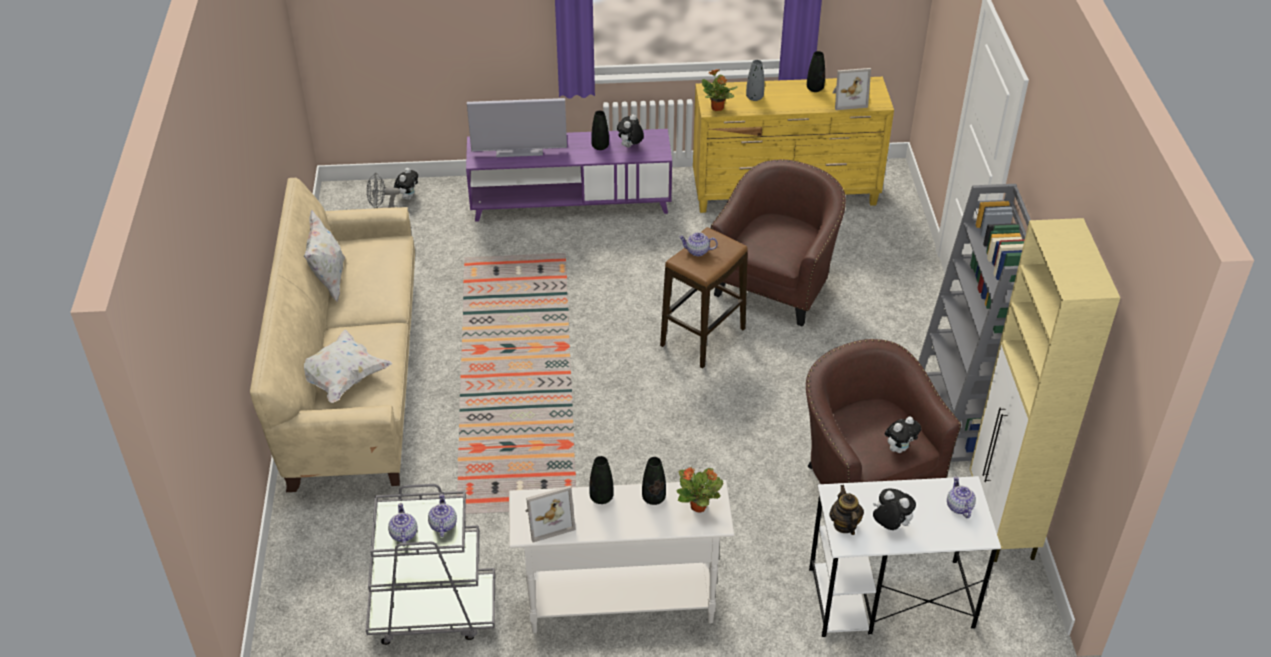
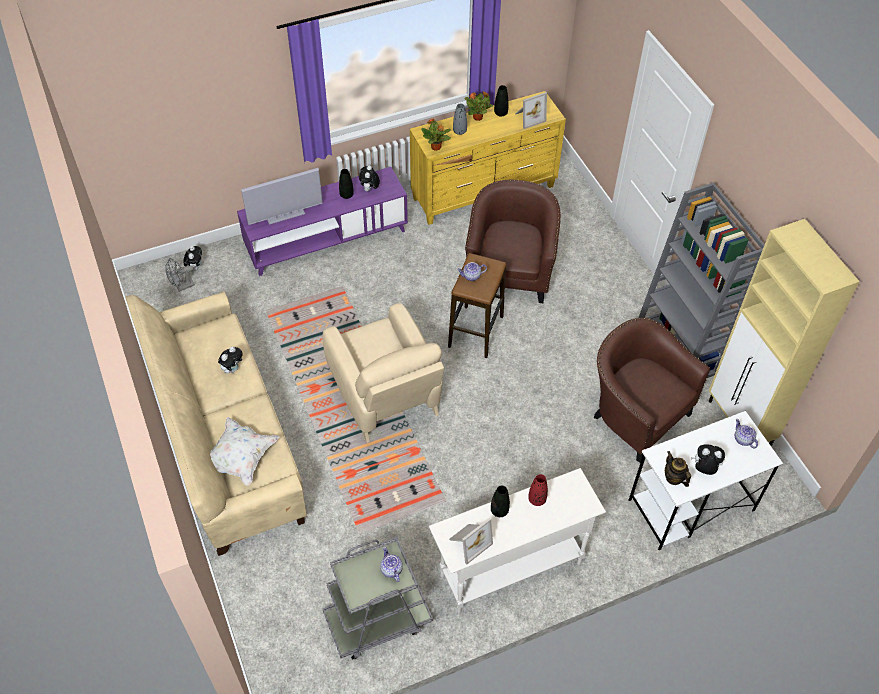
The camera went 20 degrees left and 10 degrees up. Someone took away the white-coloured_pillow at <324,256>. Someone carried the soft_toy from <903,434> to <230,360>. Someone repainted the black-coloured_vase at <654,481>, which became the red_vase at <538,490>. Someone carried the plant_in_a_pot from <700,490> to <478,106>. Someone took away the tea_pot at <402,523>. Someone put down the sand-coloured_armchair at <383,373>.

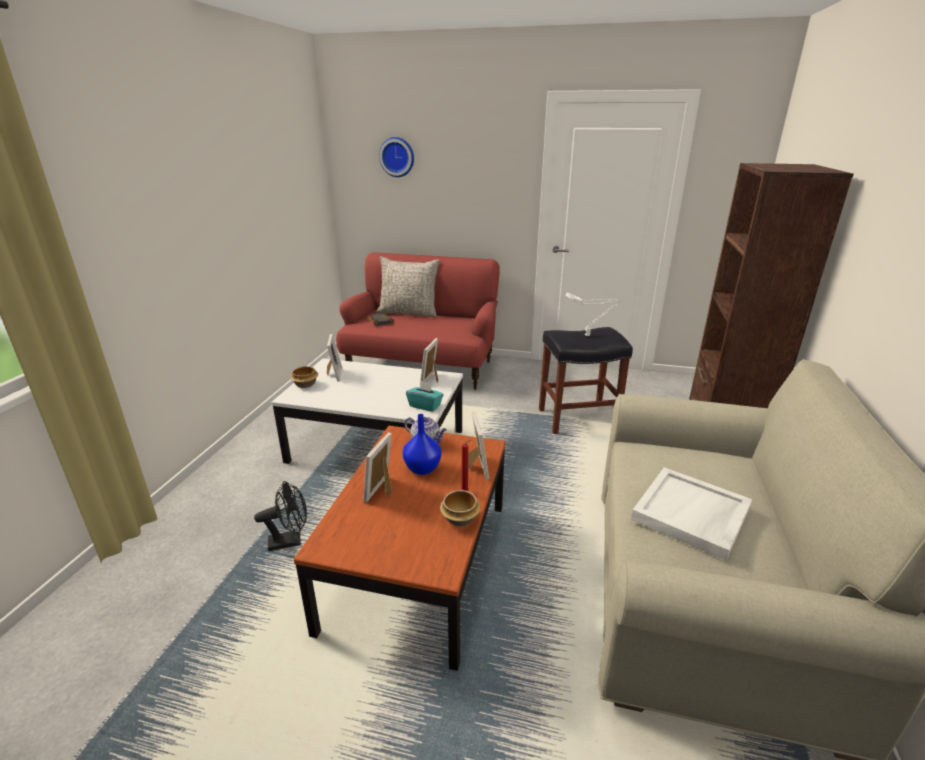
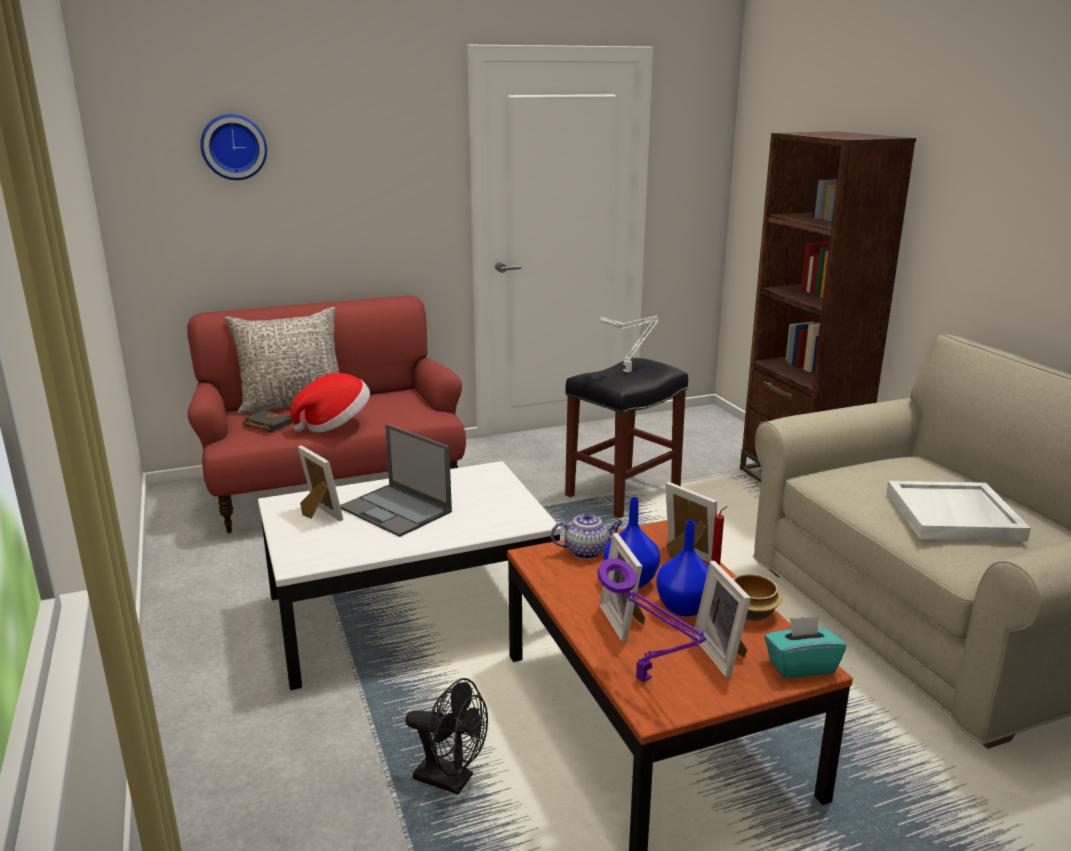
The camera went 35 degrees left and 5 degrees down. Someone carried the standing_frame from <429,360> to <722,619>. Someone took away the bowl at <304,377>. Someone carried the turquoise_box_of_tissues from <424,396> to <805,647>. Someone rotated the black-coloured_fan at <280,516> by 75 degrees clockwise. Someone put down the hat at <330,403>. Someone put down the portable_computer at <396,480>. Someone put down the bluish_vase at <682,568>. Someone put down the purple_lamp_for_a_table at <651,620>.

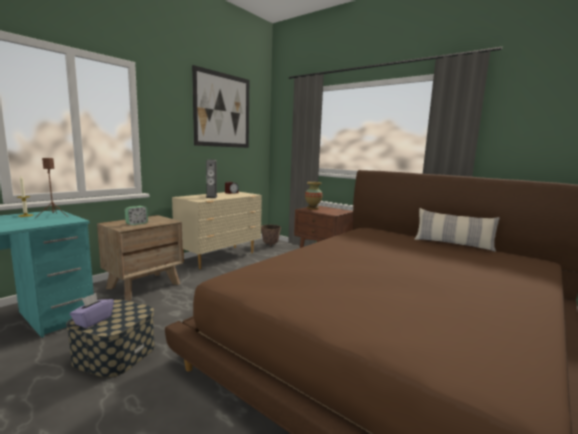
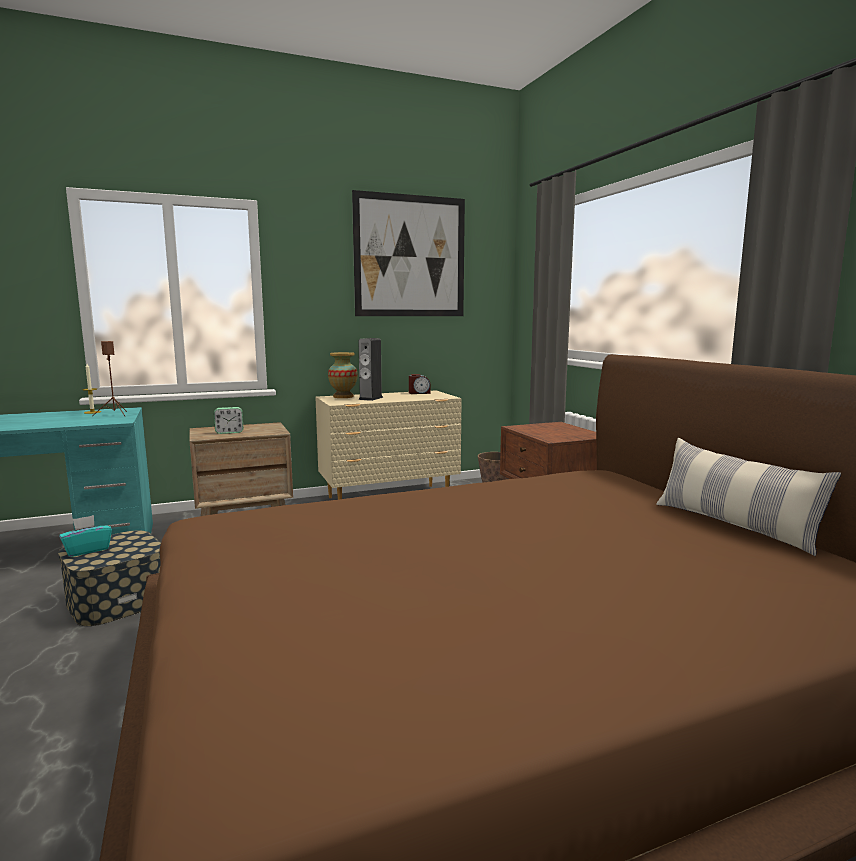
The camera went 30 degrees right and 0 degrees up. Someone carried the vase from <313,196> to <343,375>. Someone repainted the purple_box_of_tissues at <92,310>, which became the turquoise_box_of_tissues at <85,536>.

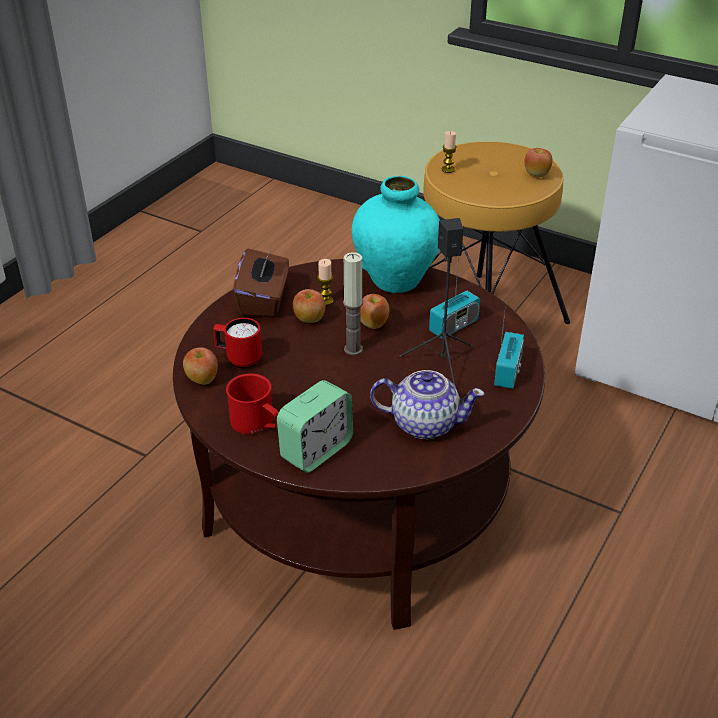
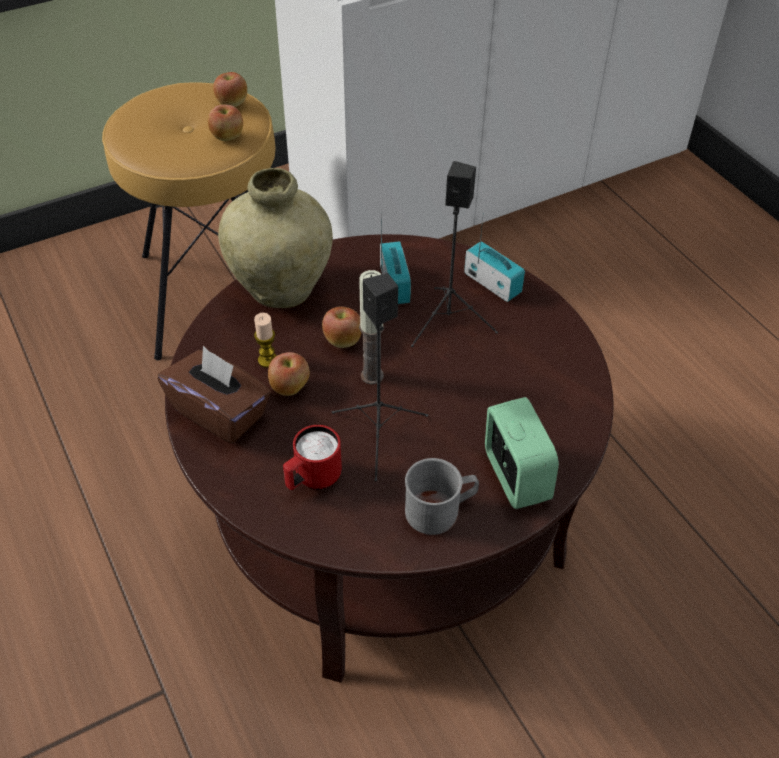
The camera went 60 degrees left and 10 degrees up. Someone took away the wax_candle at <449,152>. Someone repainted the turquoise_vase at <396,234>, which became the sand-coloured_vase at <275,238>. Someone carried the apple from <200,366> to <225,123>. Someone took away the tea_pot at <427,404>. Someone repainted the red_coffee_mug at <252,404>, which became the grey_coffee_mug at <442,496>. Someone put down the black-coloured_speaker at <380,377>.

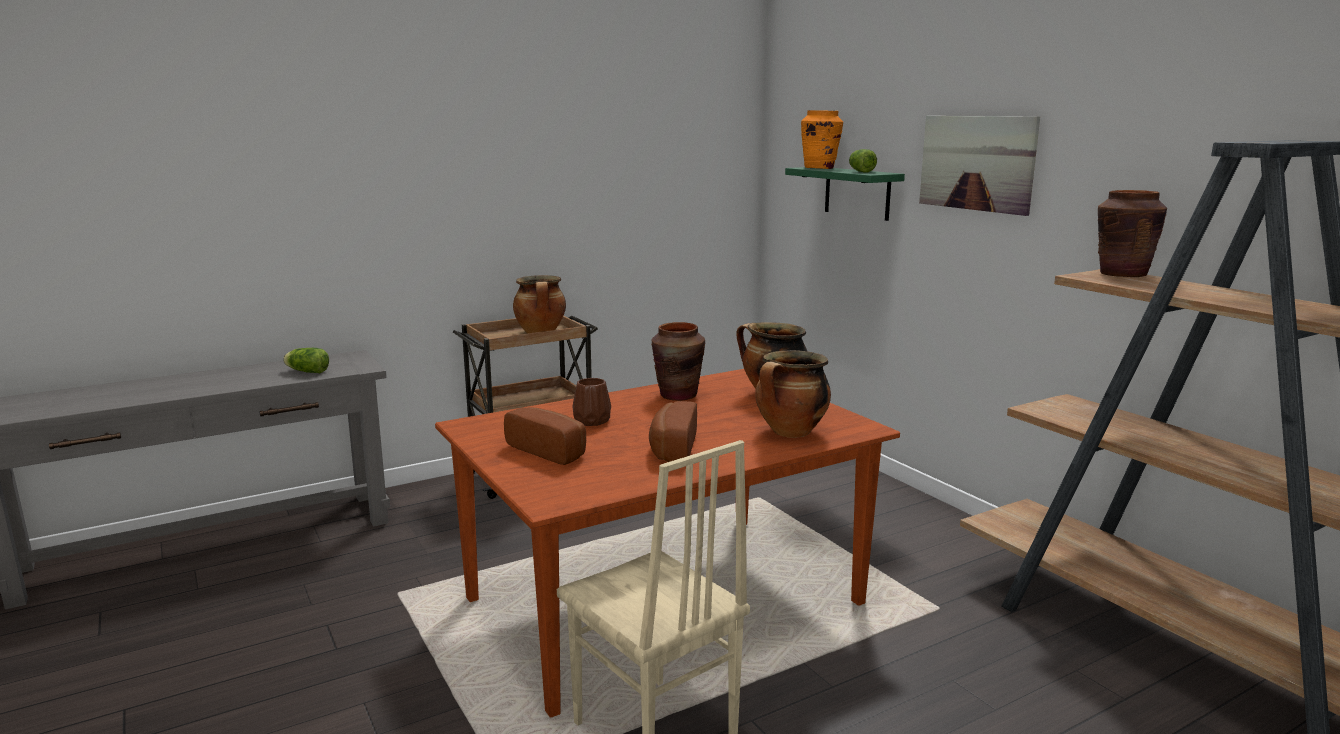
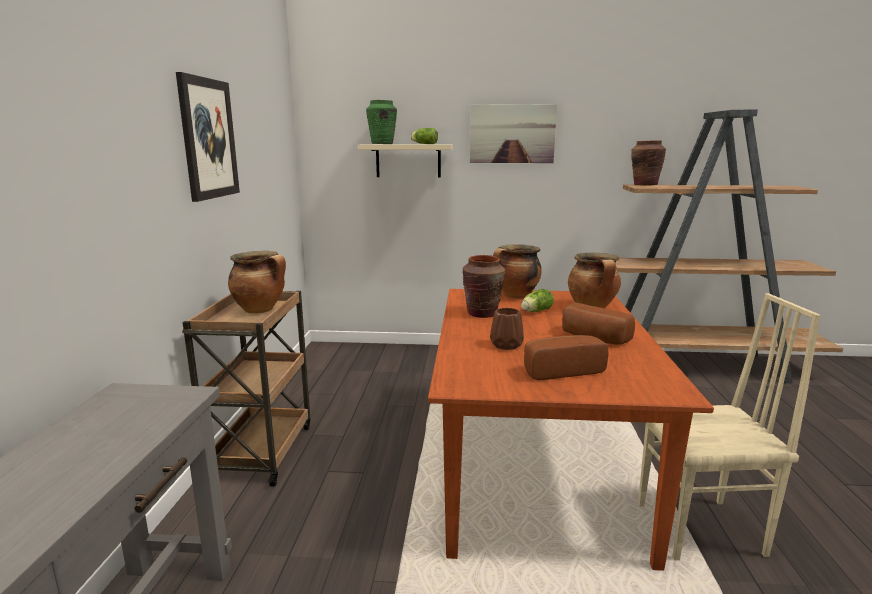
The camera went 55 degrees left and 0 degrees up. Someone repainted the orangey_vase at <822,139>, which became the green_vase at <381,122>. Someone repainted the green_wall_shelf at <845,194>, which became the sand-coloured_wall_shelf at <405,160>. Someone carried the lettuce from <306,360> to <537,300>. Someone put up the wall_picture at <208,137>.

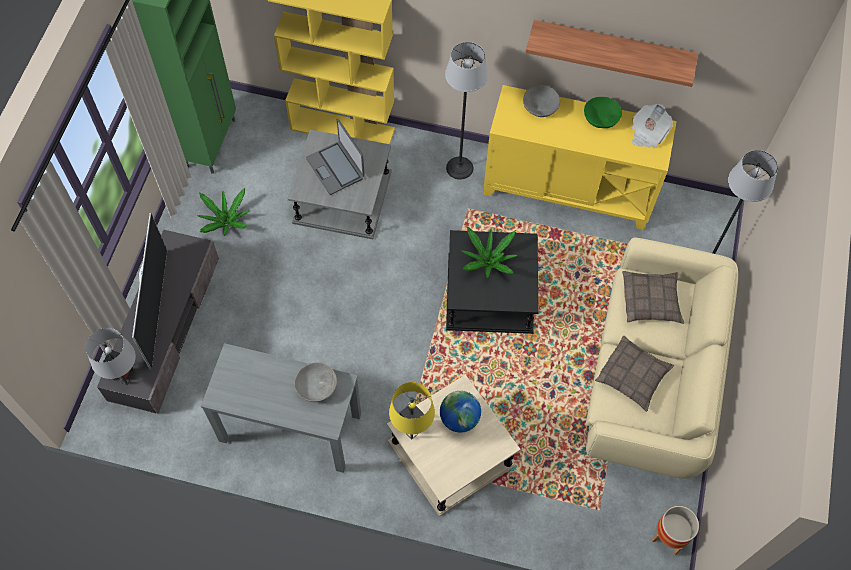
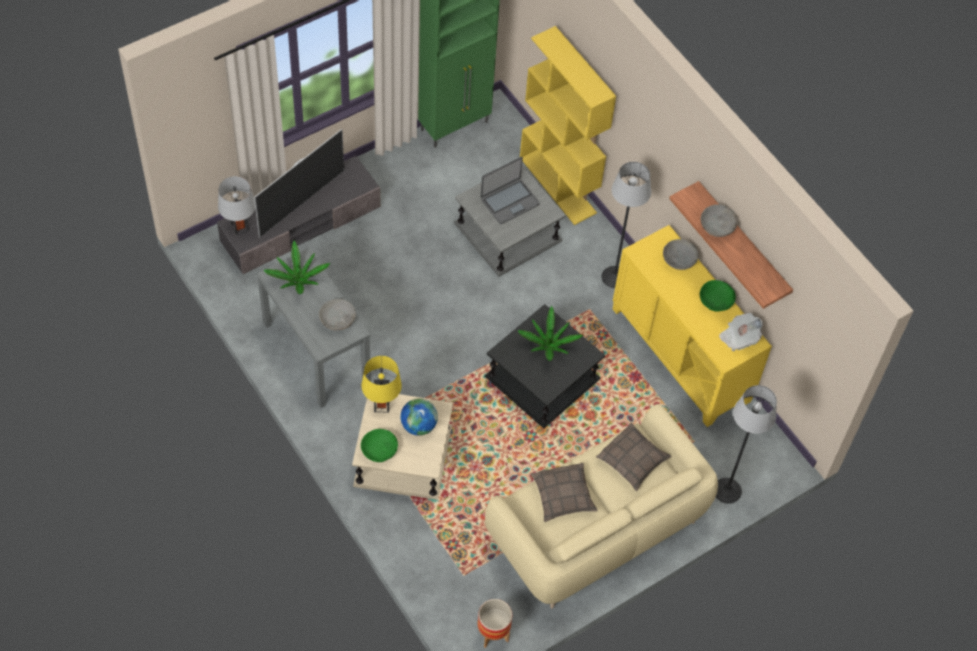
The camera went 40 degrees right and 5 degrees down. Someone rotated the portable_computer at <335,157> by 135 degrees counterclockwise. Someone carried the plant_in_a_pot from <223,212> to <297,267>. Someone put down the grey_bowl at <719,220>. Someone put down the green_bowl at <379,445>.

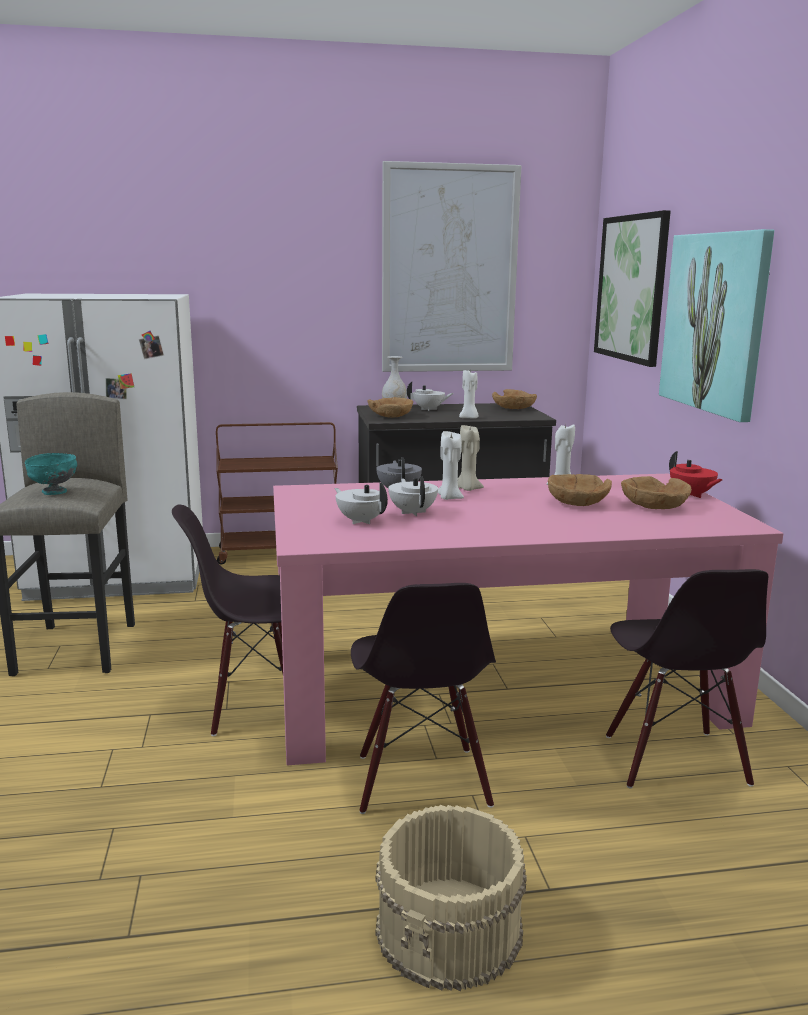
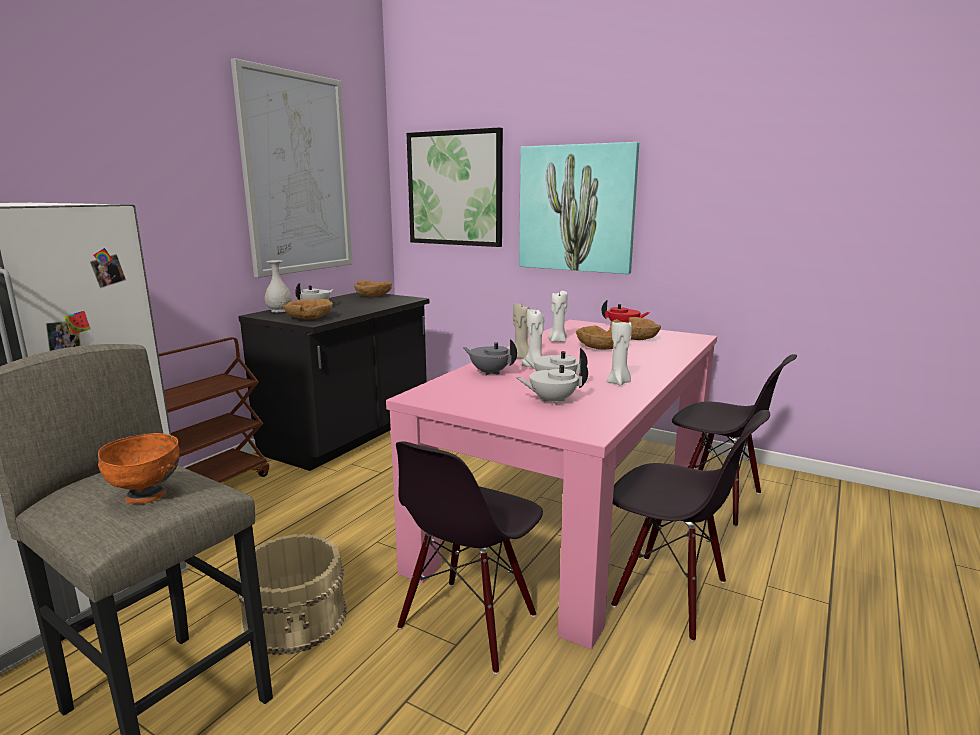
The camera went 50 degrees left and 0 degrees up. Someone carried the white-coloured_wax_candle from <468,394> to <619,354>. Someone repainted the turquoise_bowl at <51,474>, which became the orangey_bowl at <139,468>. Someone carried the sand-coloured_pail from <451,898> to <291,594>.

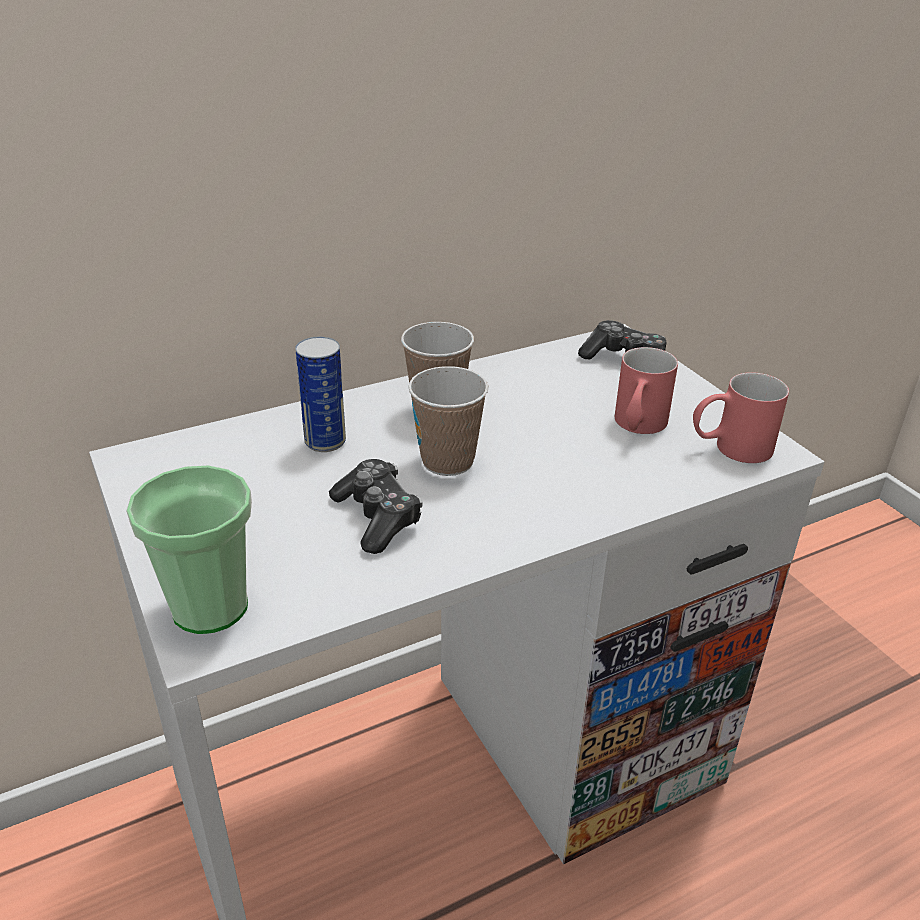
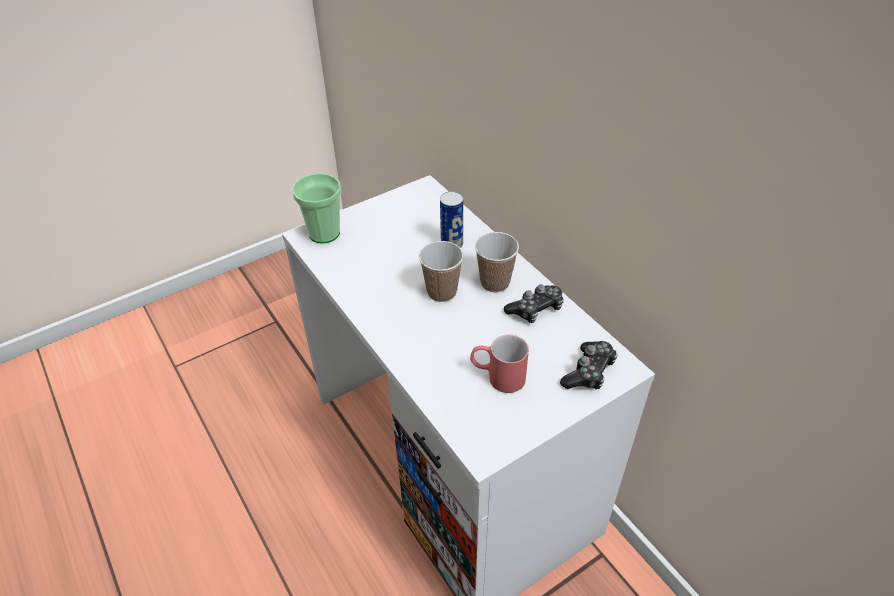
The camera went 85 degrees right and 10 degrees up. Someone took away the red_coffee_mug at <741,417>. Someone carried the gamepad from <375,506> to <534,303>.

